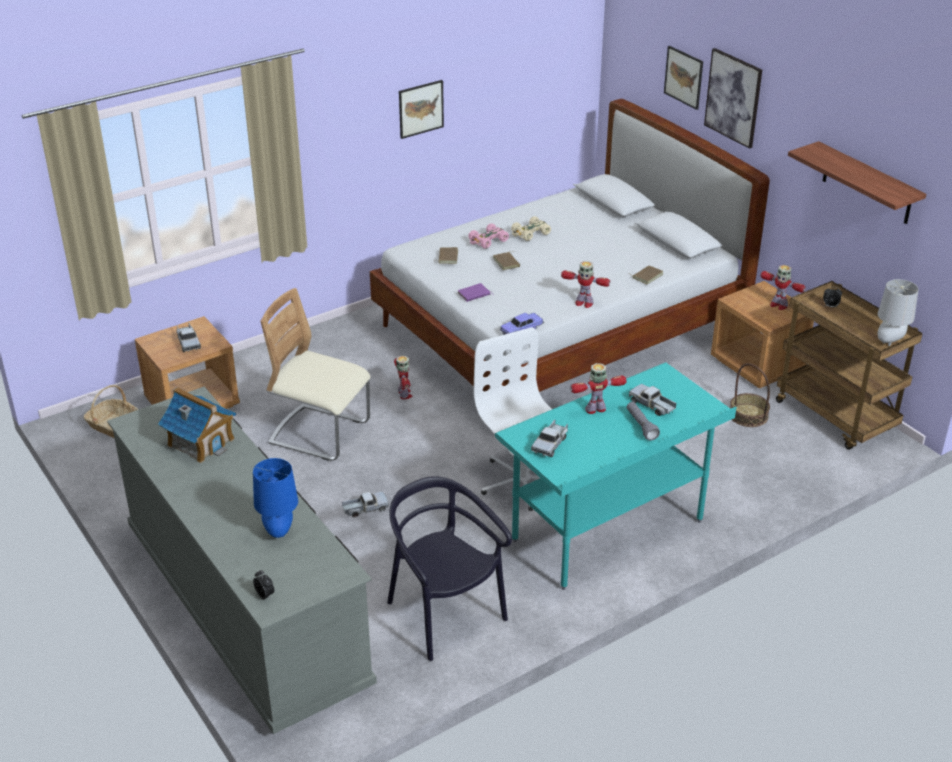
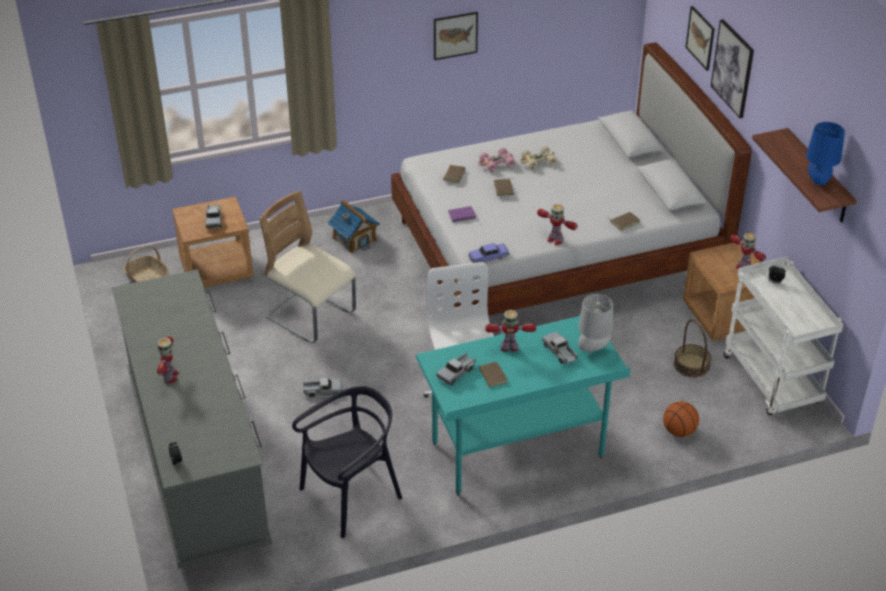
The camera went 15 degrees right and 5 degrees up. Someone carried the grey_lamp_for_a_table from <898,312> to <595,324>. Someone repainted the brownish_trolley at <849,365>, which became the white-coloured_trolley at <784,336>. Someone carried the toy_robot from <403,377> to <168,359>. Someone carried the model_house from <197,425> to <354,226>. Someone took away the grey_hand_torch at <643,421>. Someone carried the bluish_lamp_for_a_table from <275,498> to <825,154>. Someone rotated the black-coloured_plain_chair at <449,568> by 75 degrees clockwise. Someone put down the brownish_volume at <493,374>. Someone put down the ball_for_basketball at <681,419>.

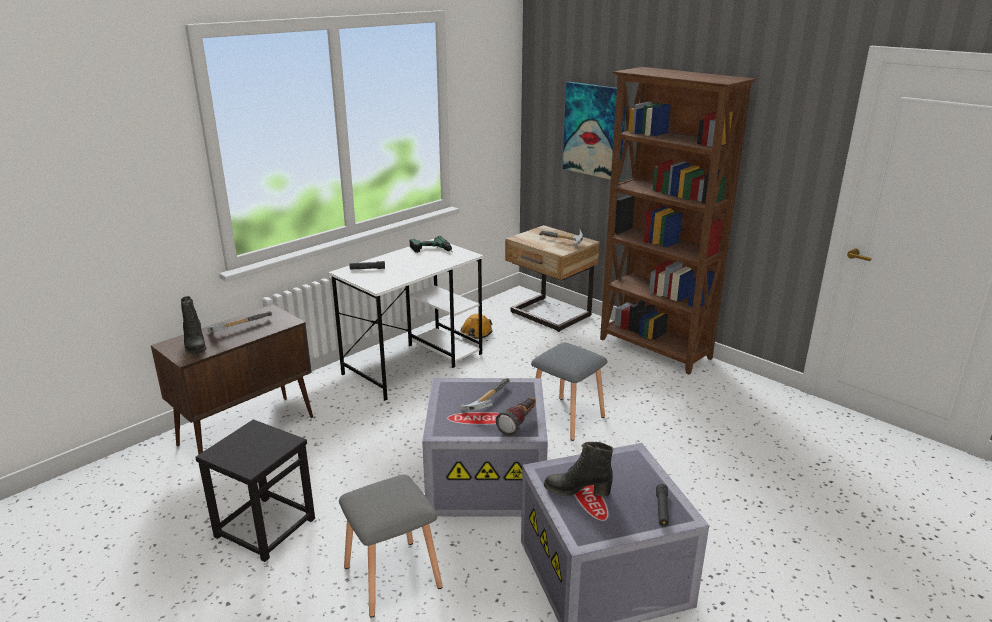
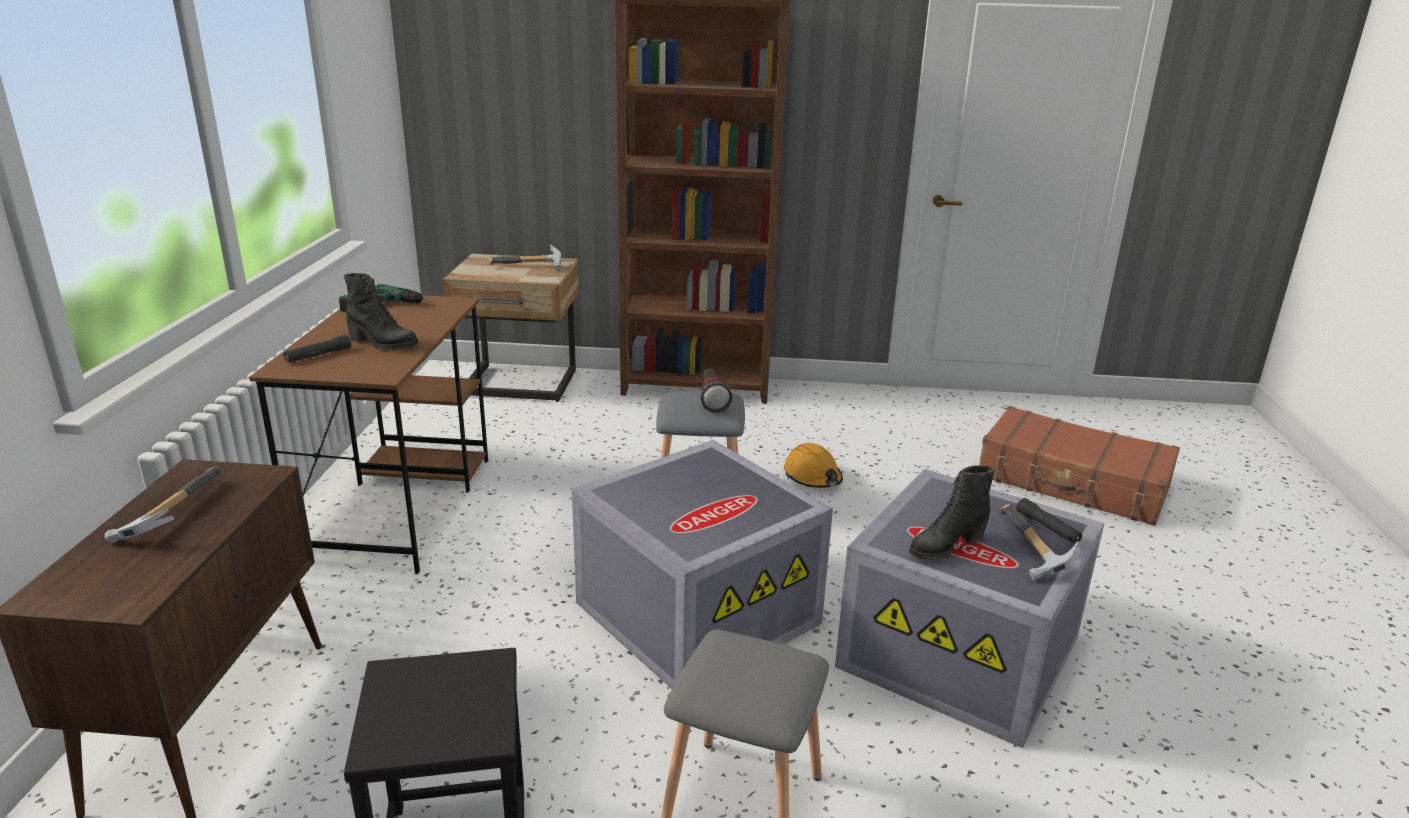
The camera went 40 degrees left and 0 degrees up. Someone took away the wall_picture at <594,131>. Someone repainted the white-coloured_desk_table at <406,320>, which became the brownish_desk_table at <368,434>. Someone carried the black-coloured_high-top_boot from <193,325> to <381,311>. Someone carried the orangey_safety_helmet from <476,326> to <813,465>. Someone carried the hammer from <485,394> to <1040,542>. Someone carried the hand_torch from <516,416> to <716,390>. Someone put down the brownish_travel_case at <1079,466>.

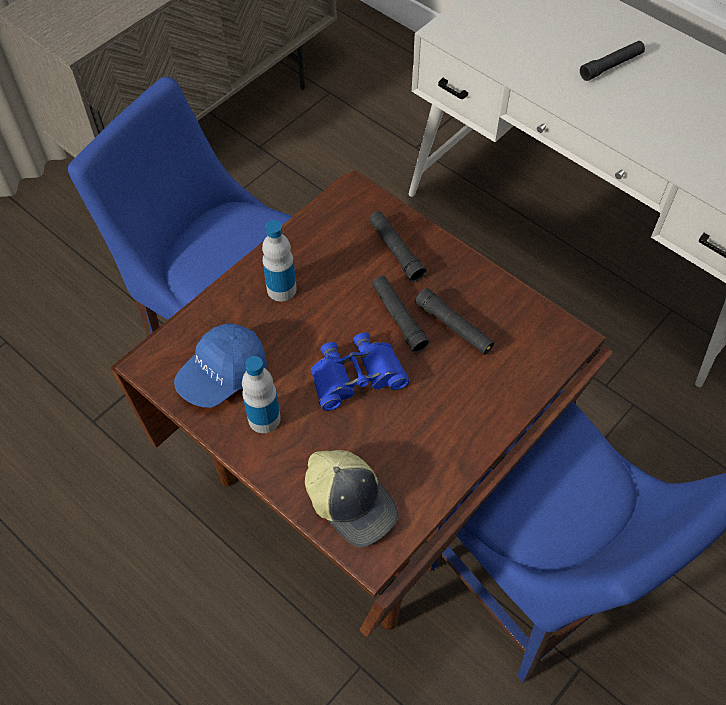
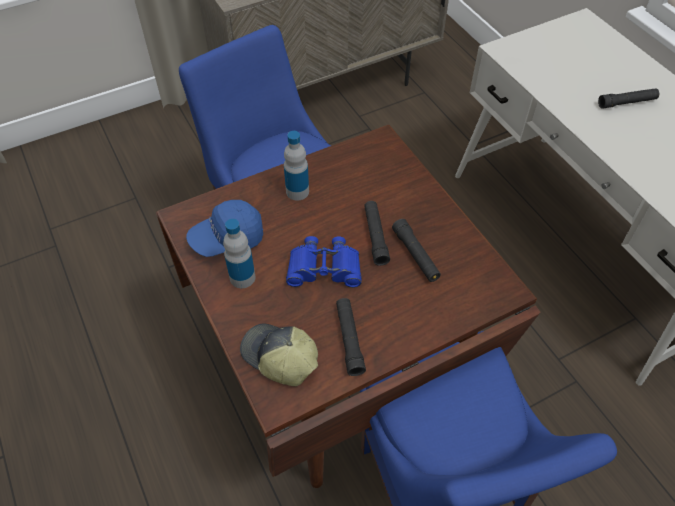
The camera went 20 degrees right and 5 degrees down. Someone carried the black-coloured_hand_torch from <398,246> to <351,337>. Someone rotated the cap at <352,498> by 150 degrees clockwise.

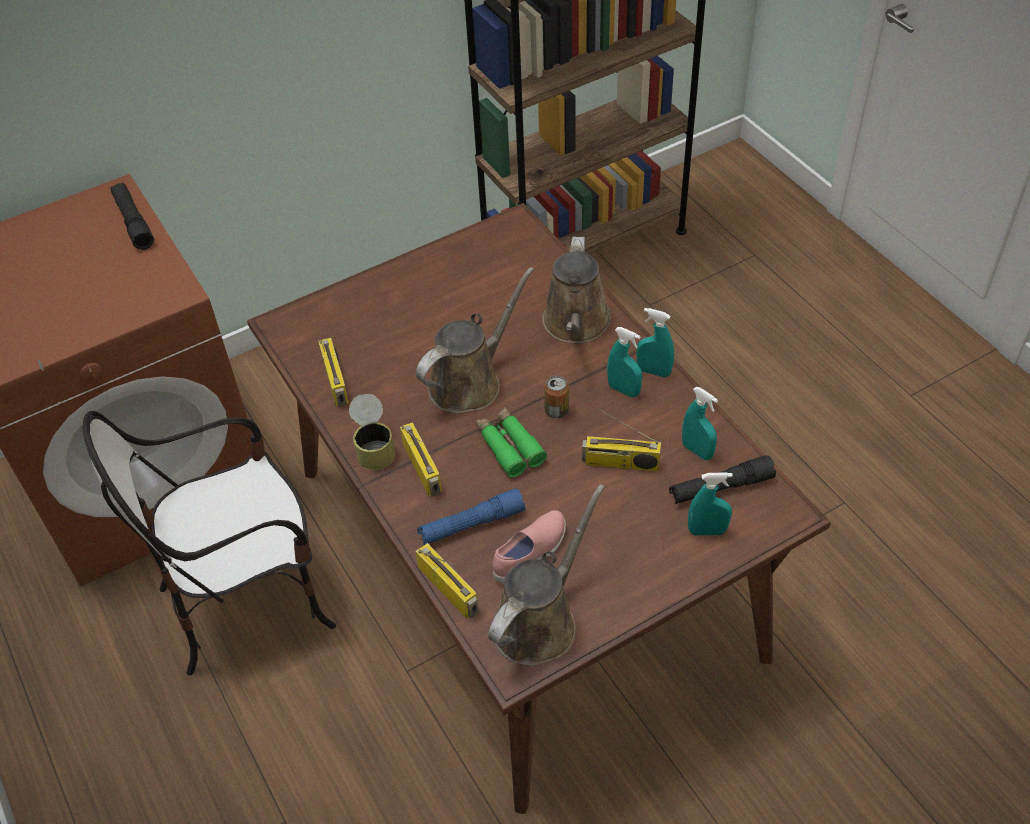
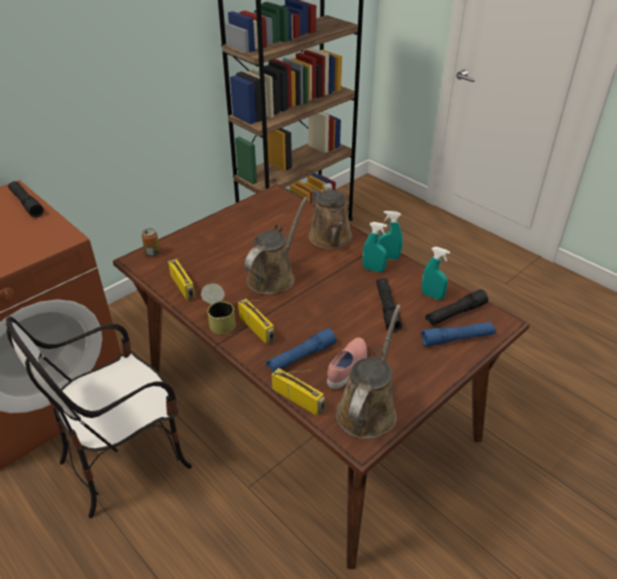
The camera went 15 degrees left and 10 degrees down. Someone carried the sealed_can from <556,396> to <151,242>. Someone took away the green_binoculars at <511,442>. Someone swapped the radio_set at <621,440> for the black-coloured_hand_torch at <389,305>. Someone swapped the turquoise_spray_bottle at <710,503> for the bluish_hand_torch at <458,334>.

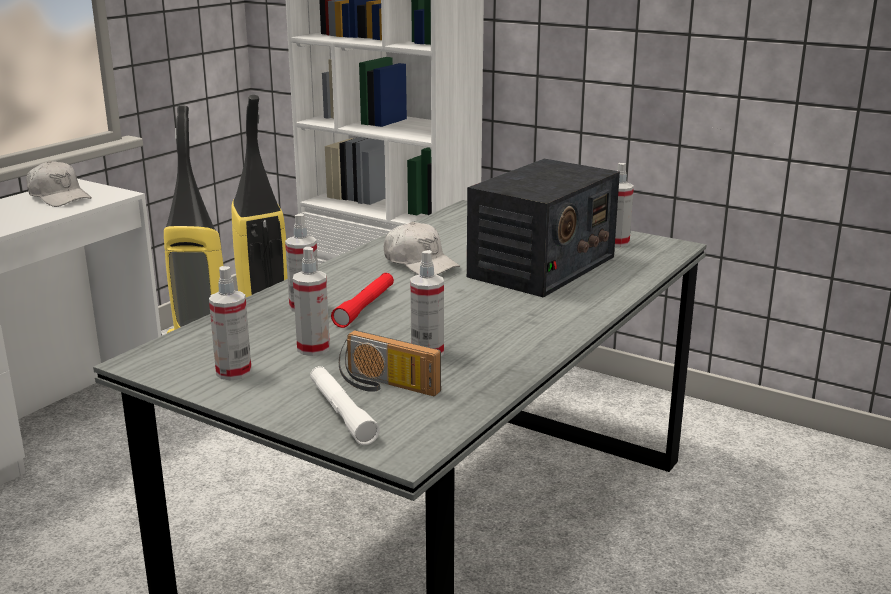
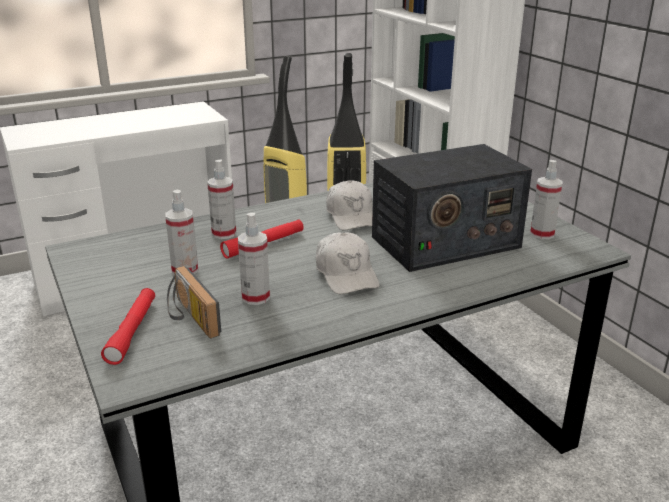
The camera went 30 degrees right and 5 degrees up. Someone carried the white-coloured_cap from <59,184> to <348,263>. Someone took away the spray_bottle at <230,323>. Someone repainted the white-coloured_hand_torch at <345,405>, which became the red_hand_torch at <128,326>.

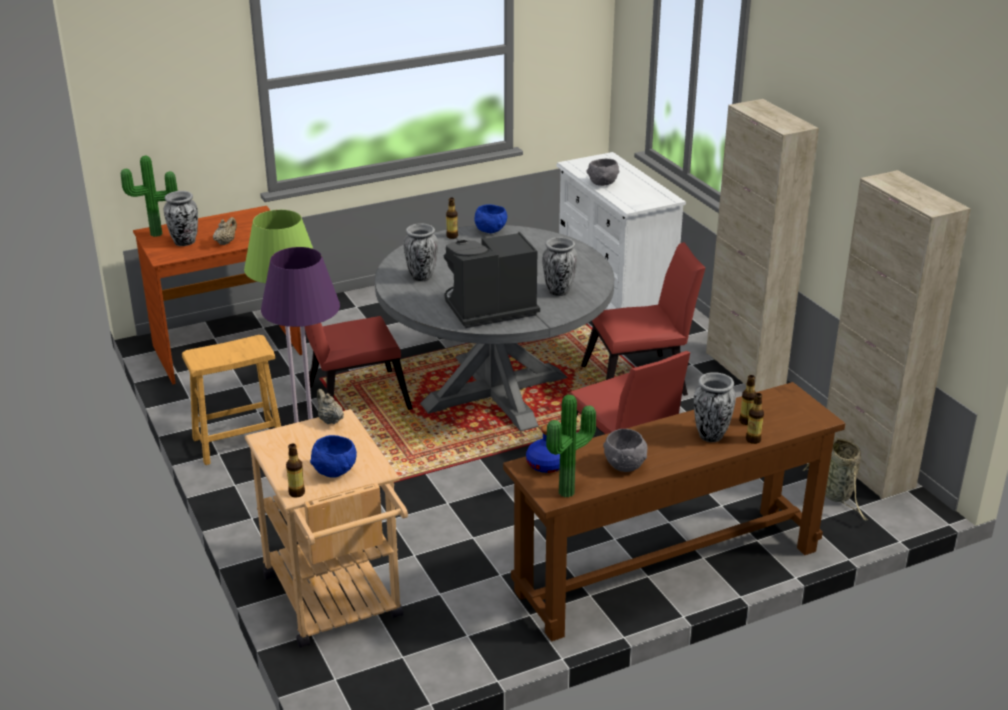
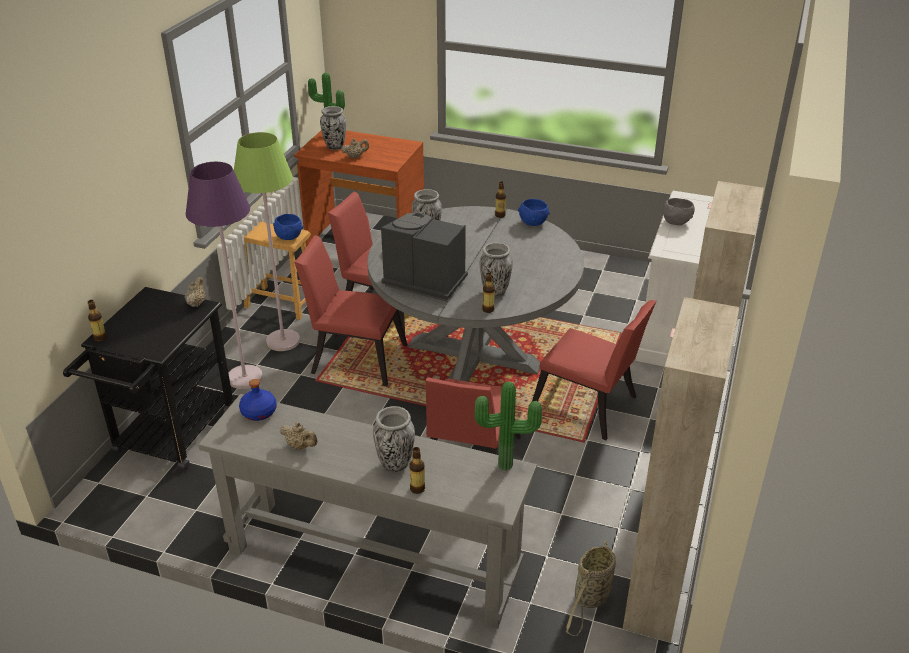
The camera went 45 degrees right and 5 degrees up. Someone carried the bottle from <747,400> to <488,292>. Someone repainted the brownish_hall_table at <674,512>, which became the grey_hall_table at <367,511>. Someone carried the plant_in_a_pot from <571,446> to <508,426>. Someone repainted the sand-coloured_trolley at <326,528>, which became the black-coloured_trolley at <148,378>. Someone swapped the grey_bowl at <625,450> for the sand-coloured_tea_pot at <299,436>. Someone carried the bluish_bowl from <333,456> to <288,227>. Someone put down the red_plain_chair at <351,310>.

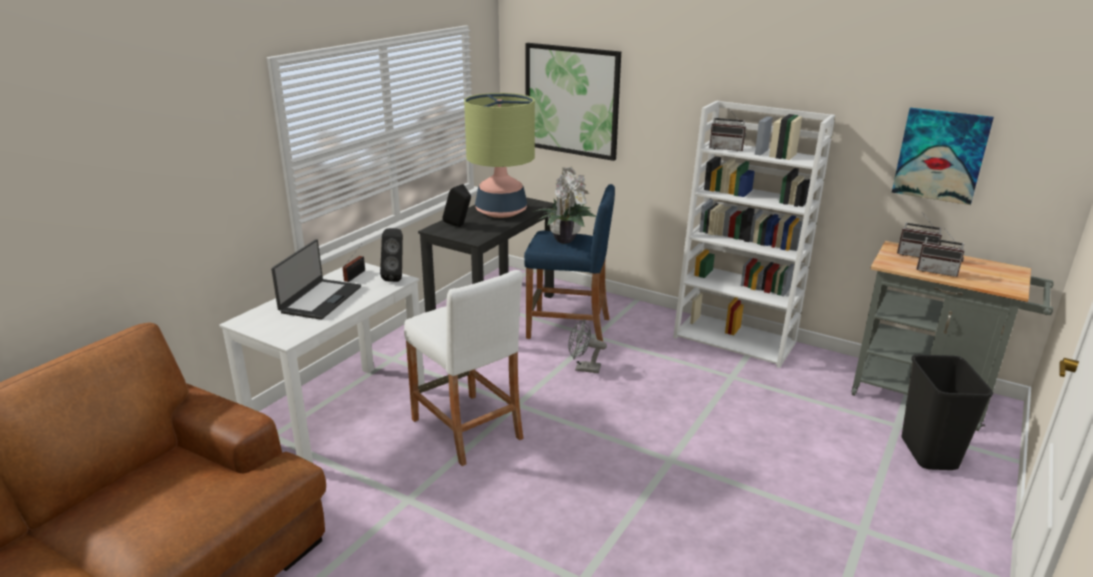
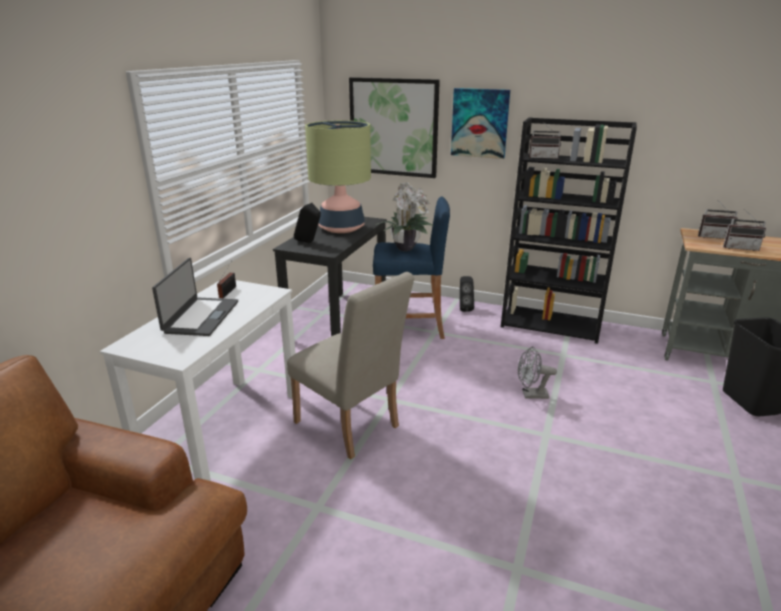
The camera went 10 degrees left and 0 degrees up. Someone repainted the white-coloured_shelving_unit at <754,234>, which became the black-coloured_shelving_unit at <569,230>. Someone carried the wall_picture from <943,156> to <480,123>. Someone carried the black-coloured_speaker from <391,255> to <467,294>. Someone swapped the white-coloured_stool at <464,368> for the sand-coloured_plain_chair at <350,365>. Someone carried the grey_fan from <587,346> to <537,373>.

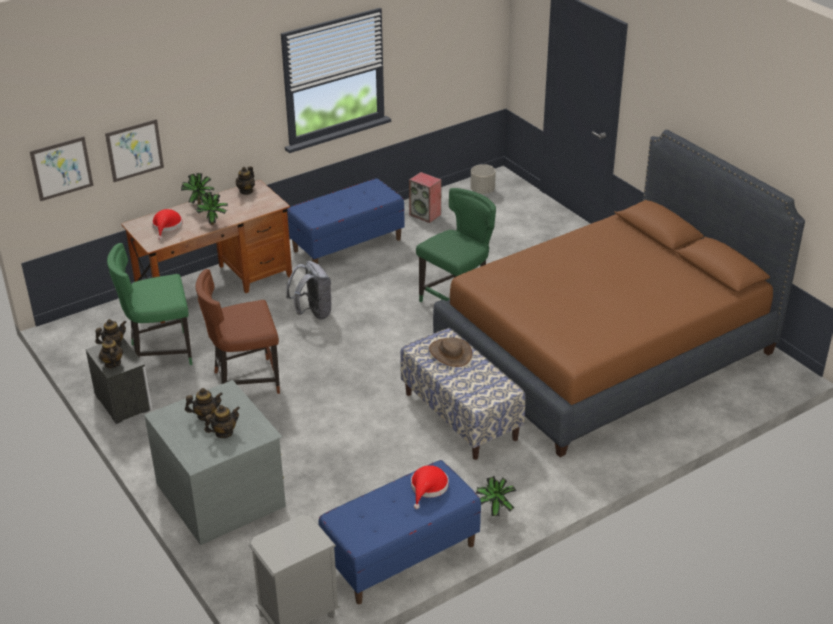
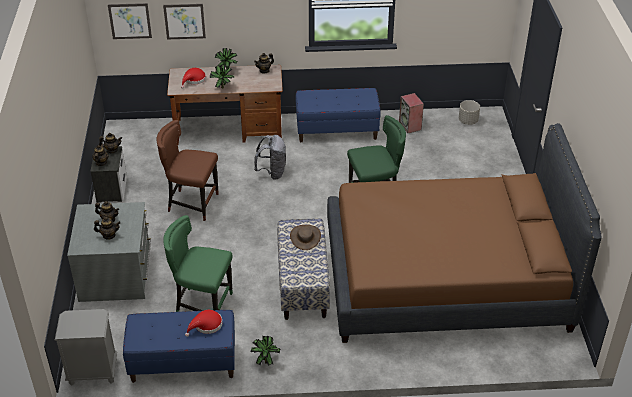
The camera went 30 degrees right and 5 degrees up. Someone carried the green_plain_chair from <149,304> to <198,263>.

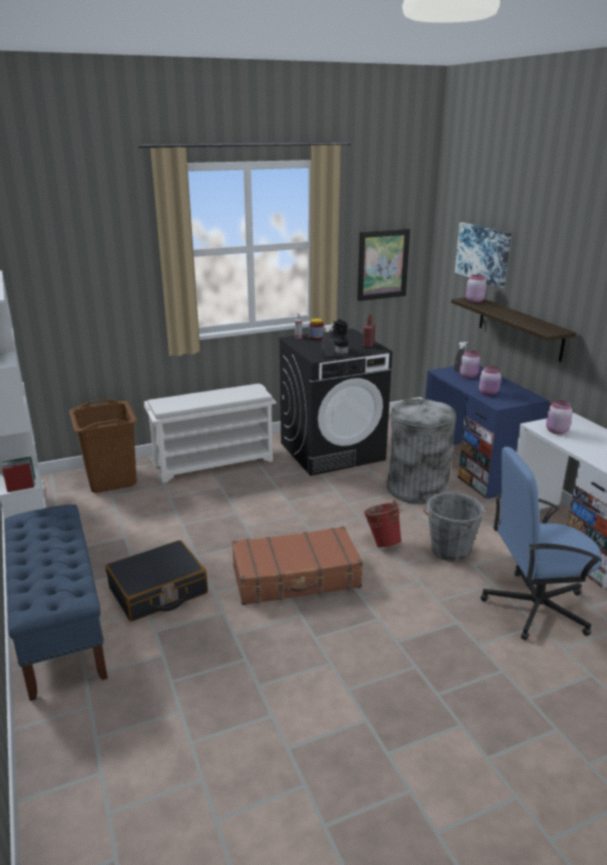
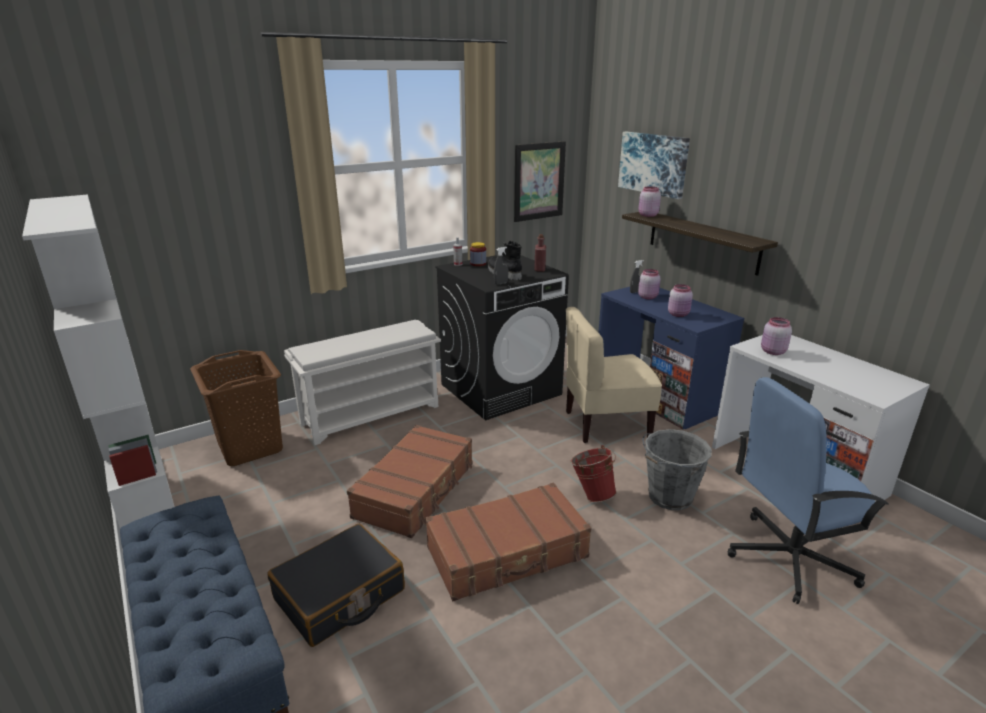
The camera went 10 degrees left and 0 degrees up. Someone swapped the grey_trash_can at <421,451> for the sand-coloured_plain_chair at <614,375>. Someone put down the brownish_travel_case at <410,481>.

